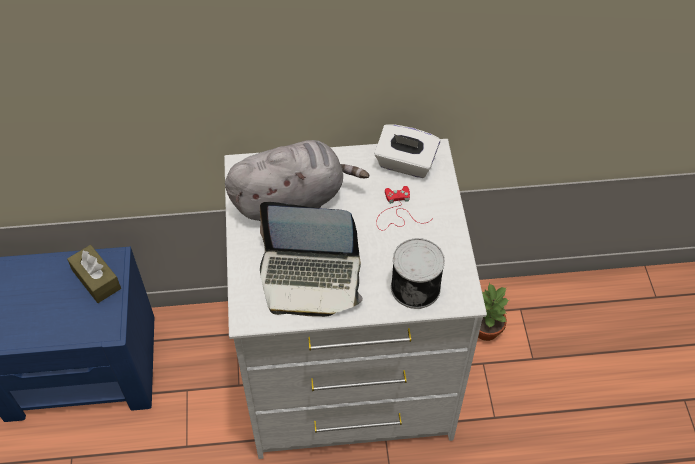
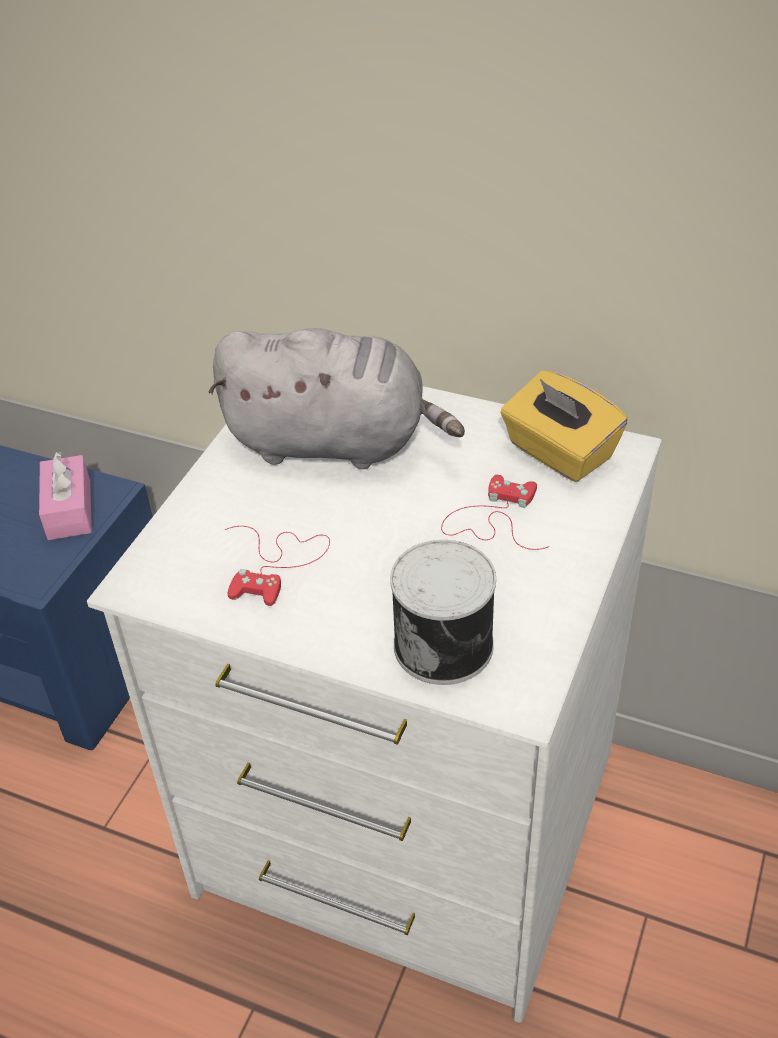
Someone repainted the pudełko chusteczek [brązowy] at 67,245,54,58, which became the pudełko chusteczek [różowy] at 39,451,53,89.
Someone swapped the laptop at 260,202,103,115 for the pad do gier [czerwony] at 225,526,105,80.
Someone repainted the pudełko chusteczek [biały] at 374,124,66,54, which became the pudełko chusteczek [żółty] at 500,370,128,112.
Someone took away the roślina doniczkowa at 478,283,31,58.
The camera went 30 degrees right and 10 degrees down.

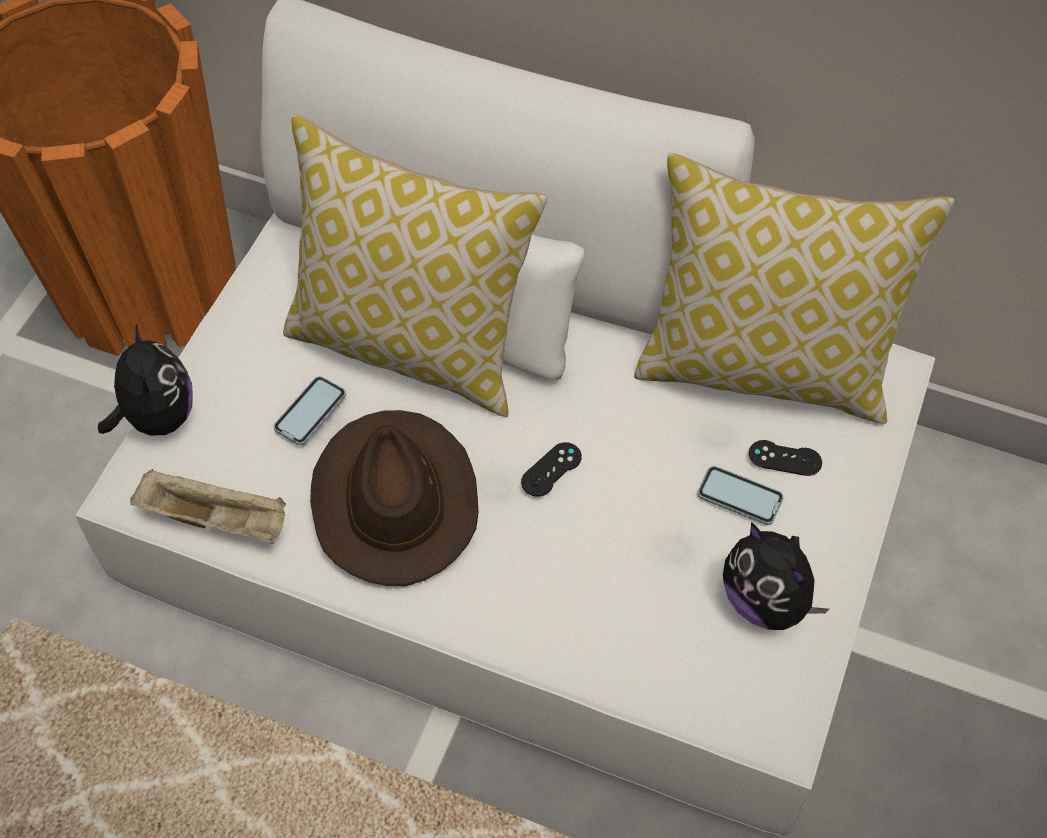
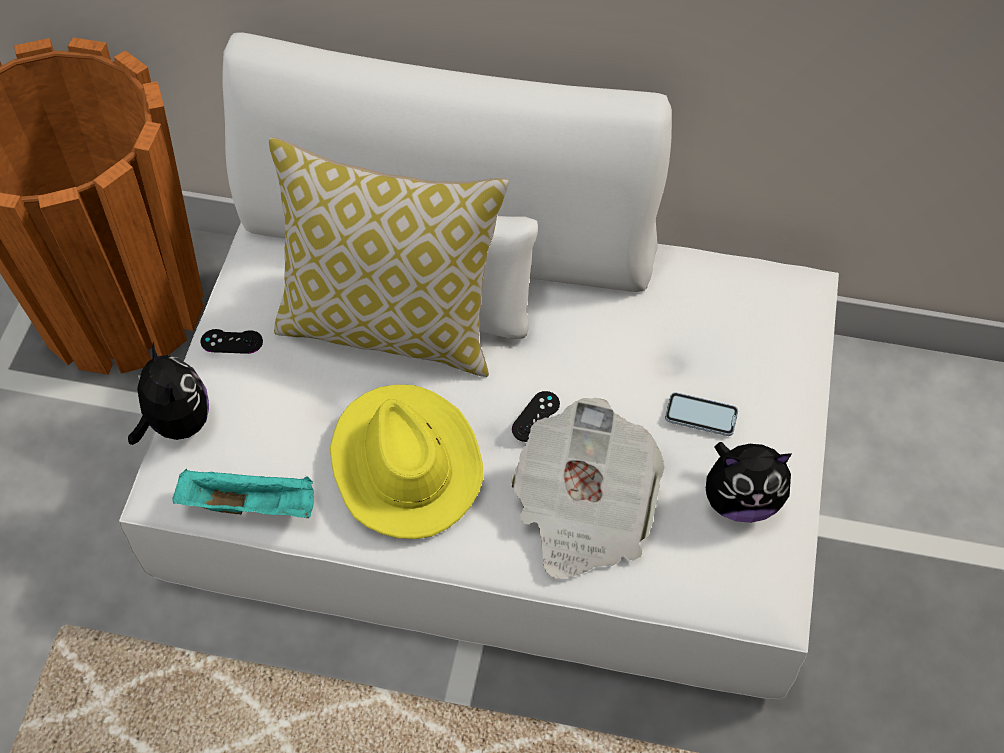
Someone repainted the taca [beżowy] at 130,469,156,75, which became the taca [turkusowy] at 172,469,142,49.
Someone carried the pad do gier [czarny] from 749,440,73,36 to 201,329,62,25.
Someone repainted the kapelusz [brązowy] at 310,410,169,176, which became the kapelusz [żółty] at 330,385,154,154.
Someone put down the gazeta at 511,398,154,181.
Someone rotated the pluszak at 723,522,106,108 by 45 degrees counterclockwise.
Someone took away the telefon at 273,376,73,69.
Someone took away the poduszka at 634,153,321,271.
The camera went 10 degrees left and 0 degrees up.

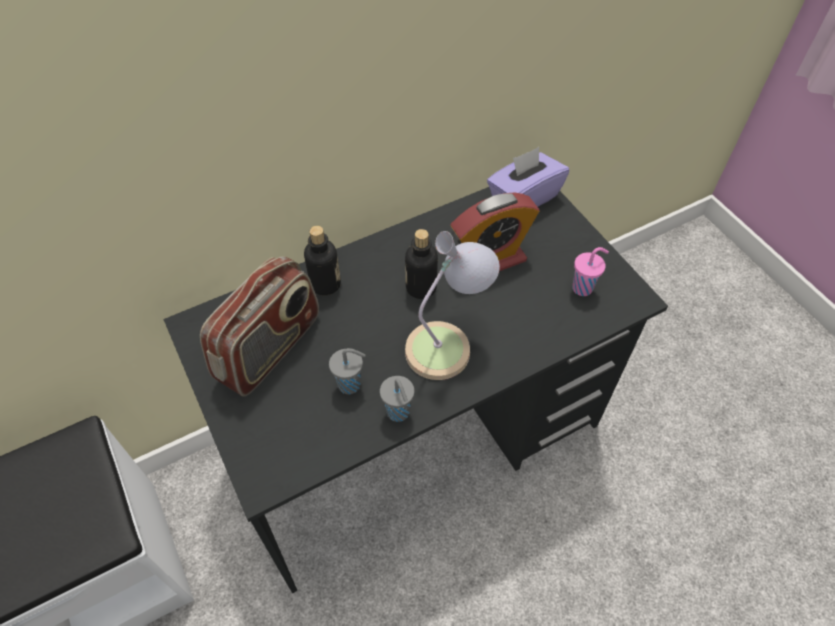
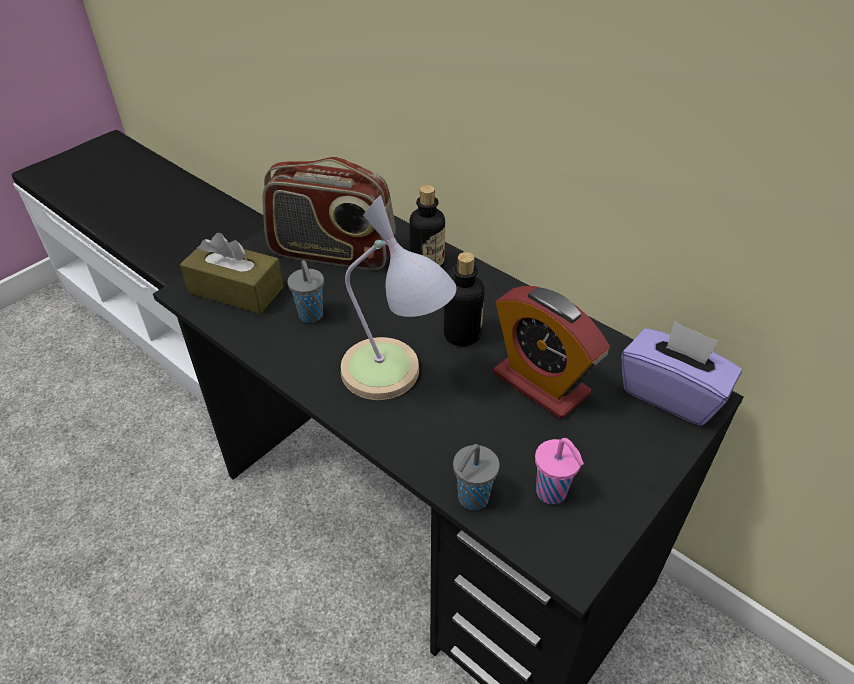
Someone put down the pudełko chusteczek [brązowy] at 180,233,104,81.
Someone carried the filiżanka [szary] from 380,376,34,46 to 453,444,47,66.
The camera went 70 degrees right and 10 degrees down.

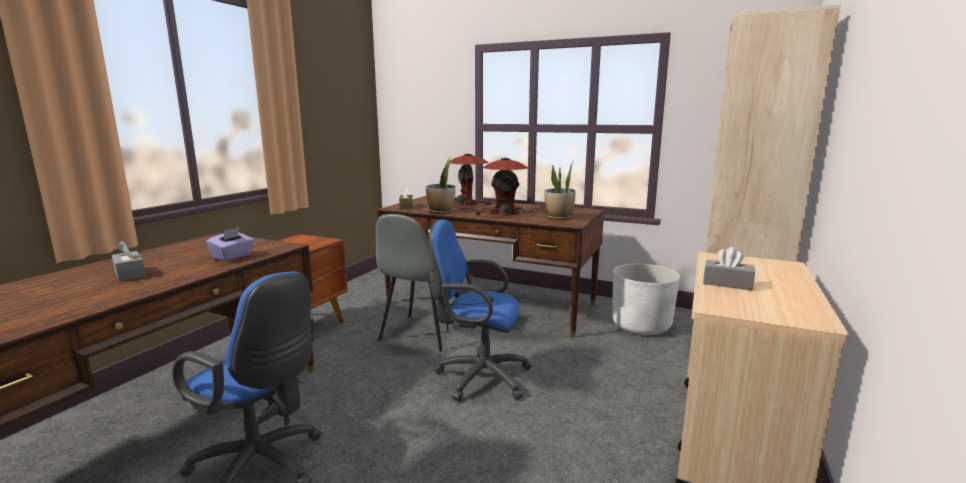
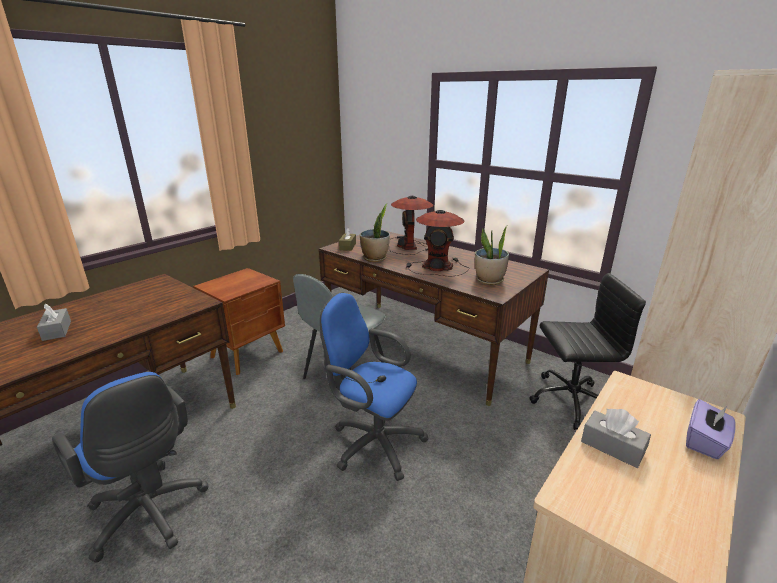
Someone swapped the donica [biały] at 612,264,68,71 for the krzesło biurowe [czarny] at 529,273,117,157.
Someone carried the pudełko chusteczek [fioletowy] from 206,227,49,34 to 686,399,50,60.
The camera went 15 degrees right and 10 degrees up.

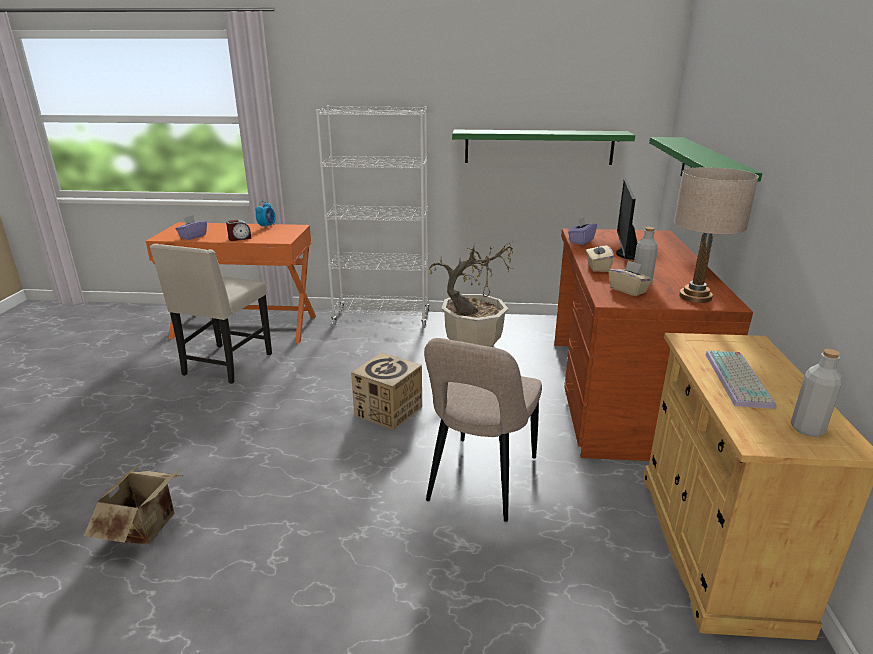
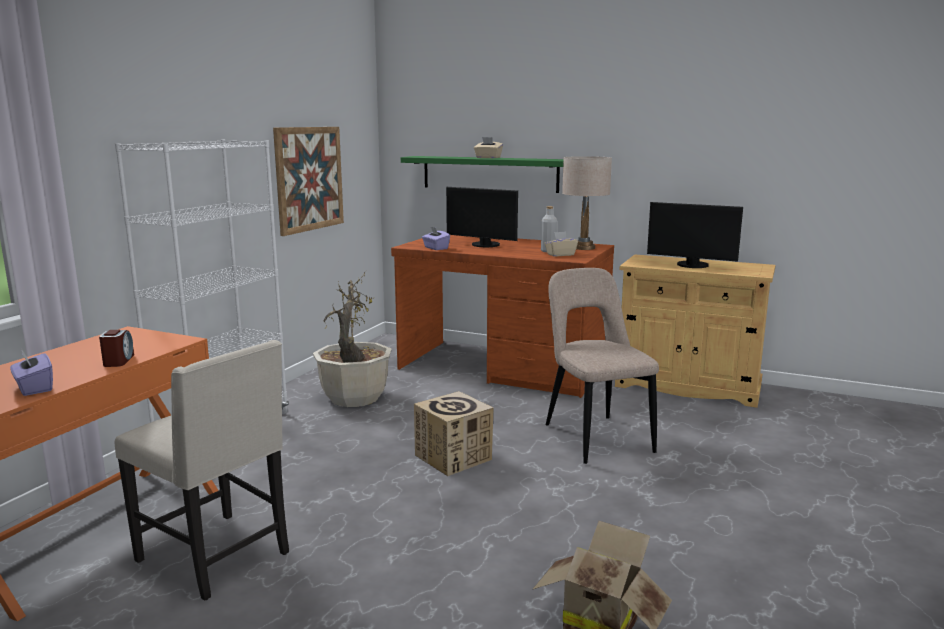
Someone swapped the półka [zielony] at 452,130,183,35 for the obraz at 273,127,71,109.
Someone carried the pudełko chusteczek [beżowy] from 586,240,28,32 to 474,137,29,21.
Someone rotated the krzesło [beżowy] at 424,338,118,184 by 150 degrees counterclockwise.
Someone swapped the klawiatura at 705,350,71,59 for the monitor at 647,202,96,66.
Someone took away the budzik at 255,201,21,28.
Someone took away the butelka [szary] at 791,349,52,88.
The camera went 70 degrees left and 10 degrees down.

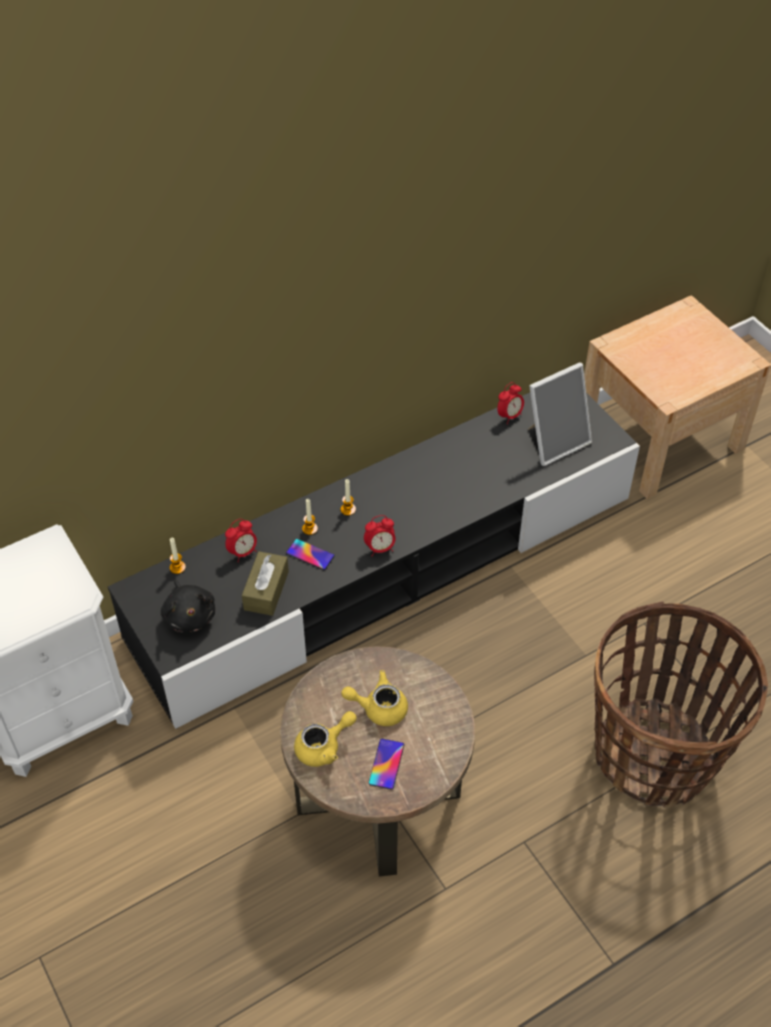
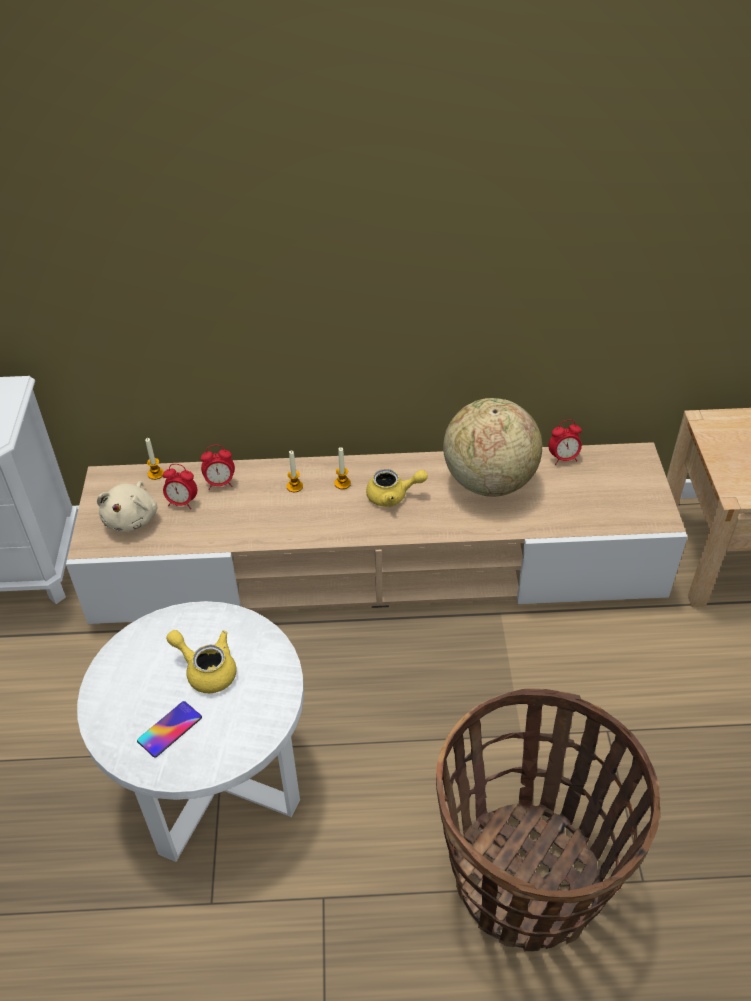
Someone repainted the szafka pod telewizor [czarny] at 108,393,532,336, which became the szafka pod telewizor [beżowy] at 66,442,622,182.
Someone repainted the stolik [brązowy] at 280,646,195,231, which became the stolik [biały] at 77,601,227,261.
Someone repainted the pluszak [czarny] at 161,580,54,53, which became the pluszak [beżowy] at 97,481,60,51.
Someone carried the budzik from 364,515,31,41 to 163,464,34,45.
Someone carried the imbryk [żółty] from 294,711,63,56 to 366,469,62,38.
Someone put down the globus at 443,398,99,99.
Someone took away the pudełko chusteczek [brązowy] at 242,551,47,65.
Someone took away the telefon at 286,539,49,31.
Someone took away the ramka na zdjęcie at 528,362,64,104.
The camera went 30 degrees right and 5 degrees down.

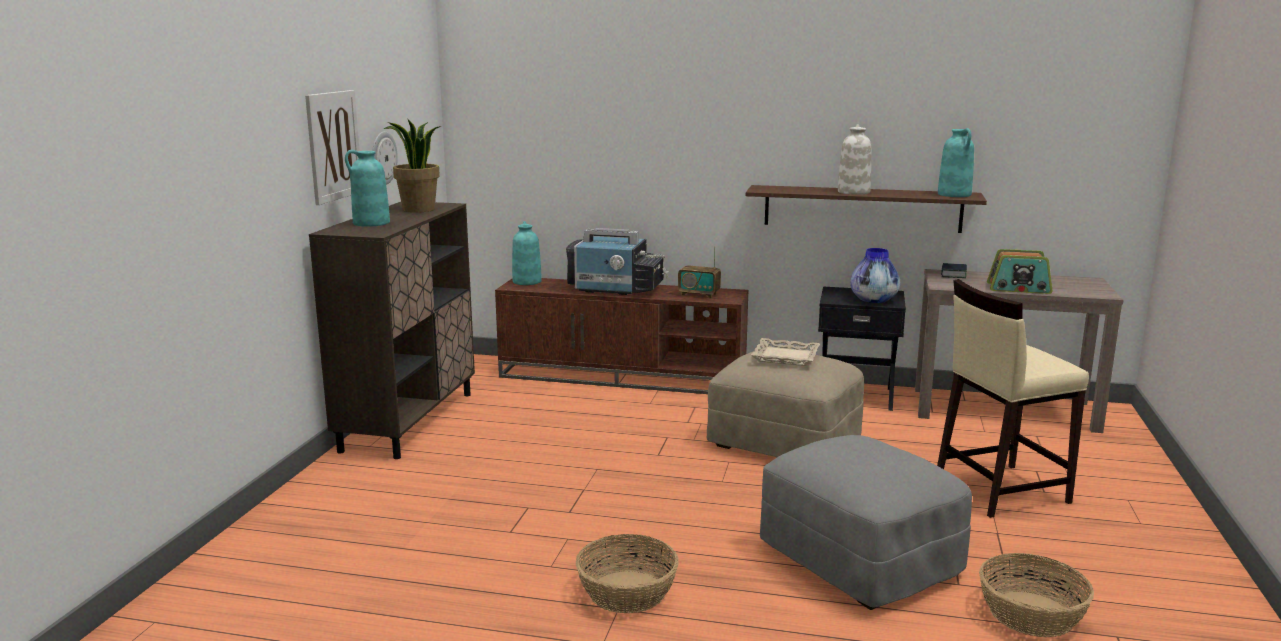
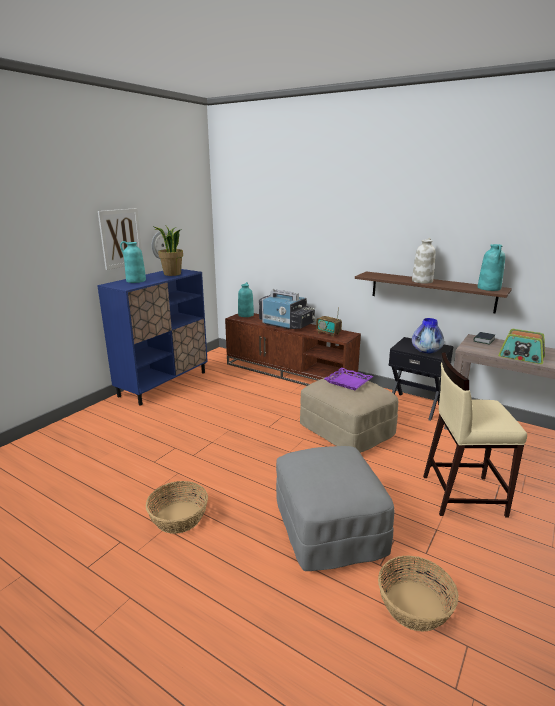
Someone repainted the szafka [brązowy] at 309,202,166,257, which became the szafka [niebieski] at 97,269,111,136.
Someone repainted the taca [beżowy] at 751,338,69,28, which became the taca [fioletowy] at 324,368,49,22.
The camera went 20 degrees right and 5 degrees up.

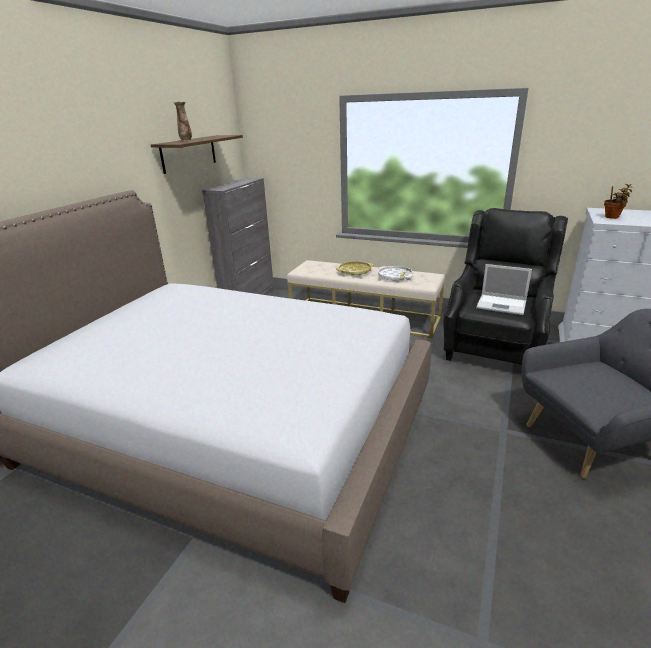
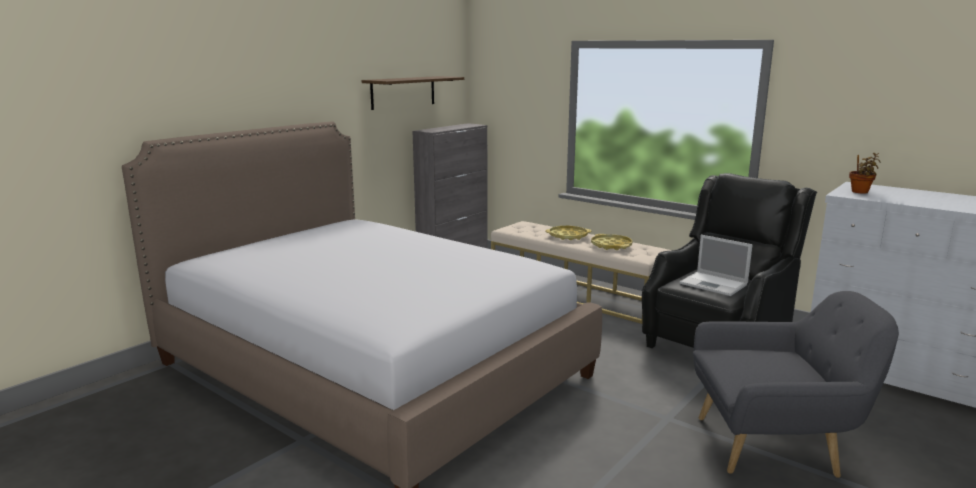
Someone repainted the taca [biały] at 378,266,35,15, which became the taca [żółty] at 591,234,42,16.
Someone took away the wazon at 173,101,19,42.
The camera went 15 degrees right and 10 degrees down.

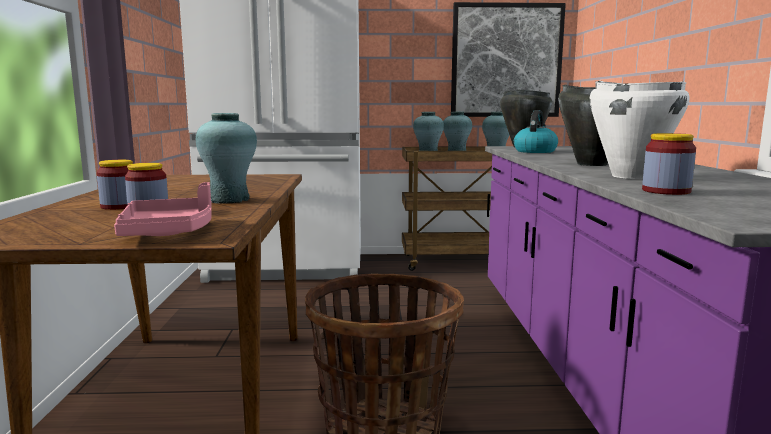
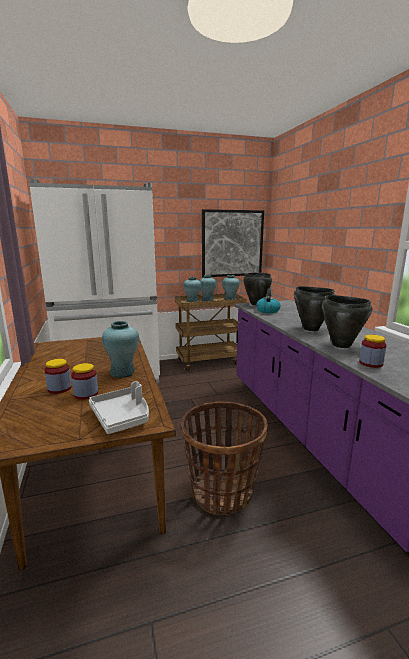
Someone repainted the taca [różowy] at 114,182,98,54, which became the taca [szary] at 89,381,60,53.
Someone repainted the garnek [biały] at 589,81,101,98, which became the garnek [czarny] at 322,295,50,53.
The camera went 15 degrees left and 5 degrees up.

